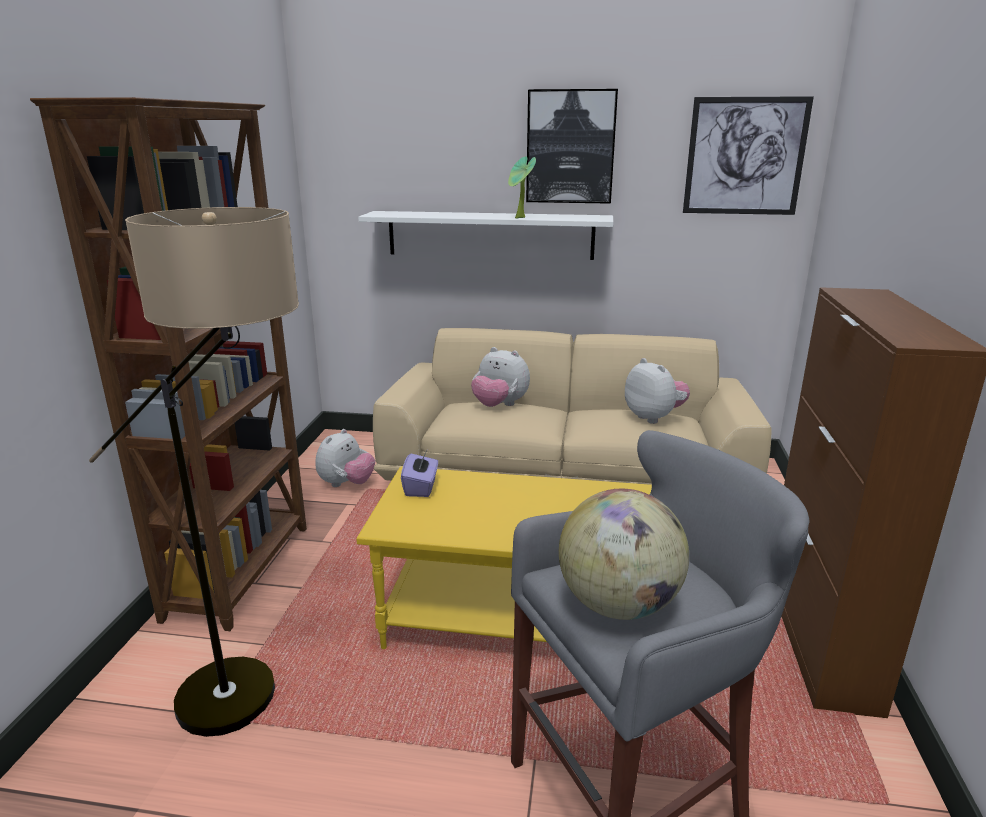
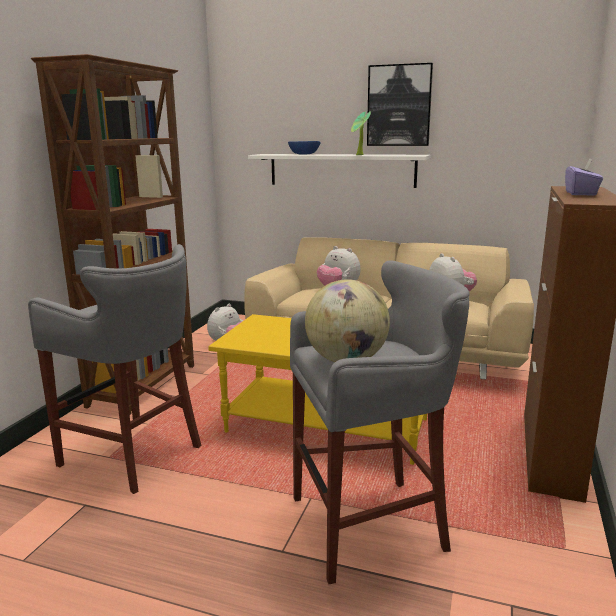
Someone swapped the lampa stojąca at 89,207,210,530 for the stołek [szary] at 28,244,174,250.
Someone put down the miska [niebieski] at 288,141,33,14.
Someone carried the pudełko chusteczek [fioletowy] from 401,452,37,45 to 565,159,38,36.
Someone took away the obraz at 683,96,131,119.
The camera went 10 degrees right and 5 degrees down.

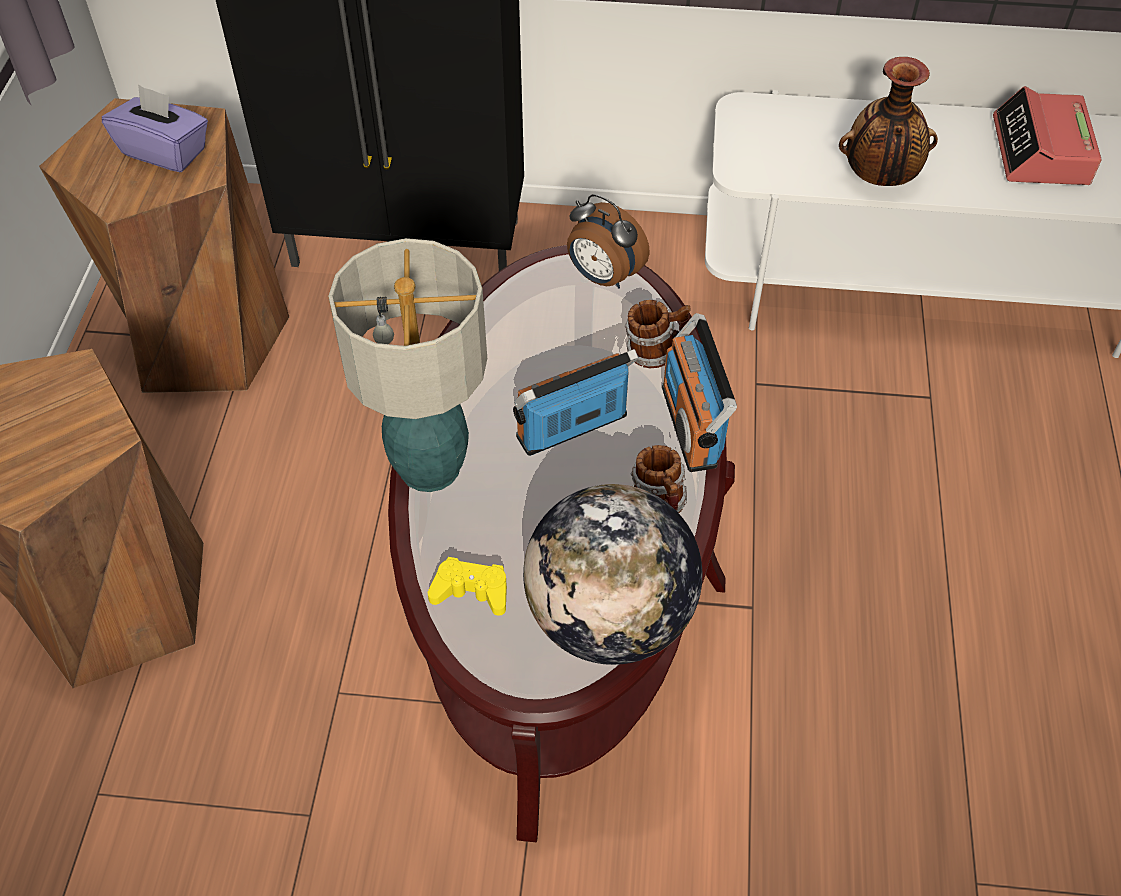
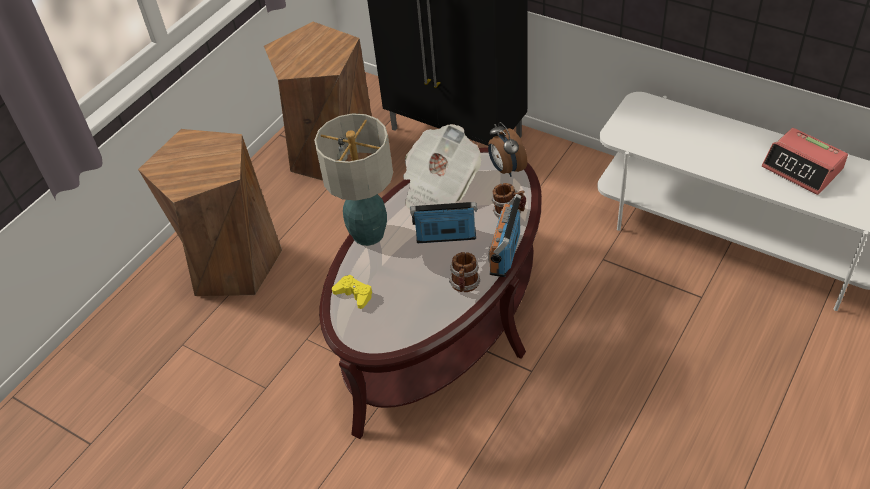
Someone put down the gazeta at 403,124,78,85.
Someone rotated the budzik at 993,86,109,99 by 75 degrees counterclockwise.
Someone took away the pudełko chusteczek [fioletowy] at 102,84,106,88.
Someone took away the globus at 523,484,179,181.
Someone took away the wazon at 839,57,99,129.
The camera went 30 degrees right and 5 degrees down.

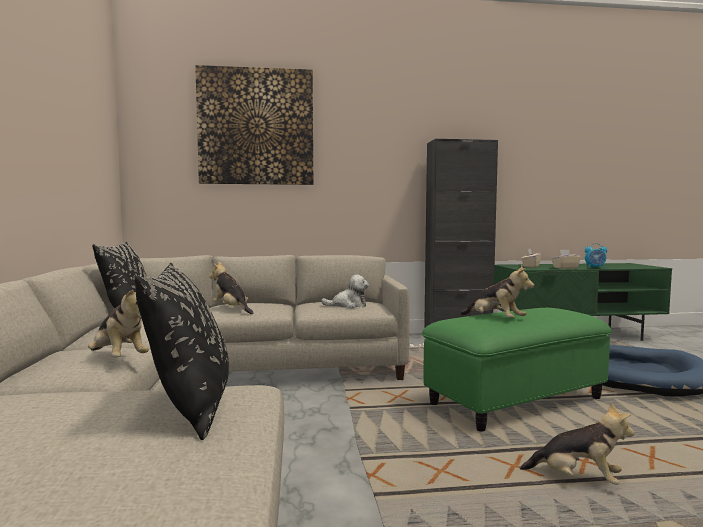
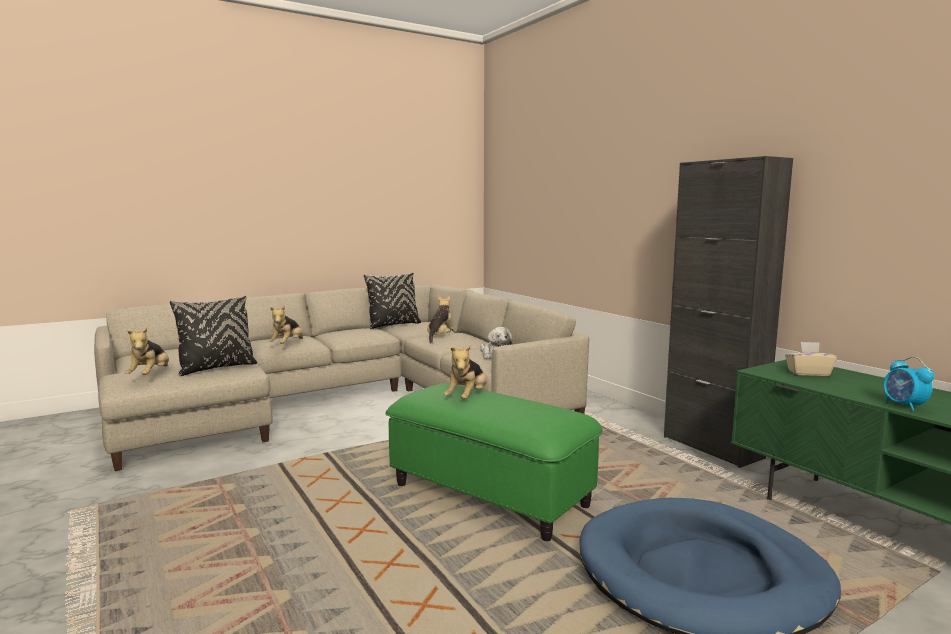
Someone carried the pluszak from 520,402,115,83 to 125,327,44,48.
Someone took away the obraz at 195,65,118,120.
Someone took away the pudełko chusteczek [beżowy] at 551,250,30,19.
The camera went 65 degrees right and 5 degrees up.

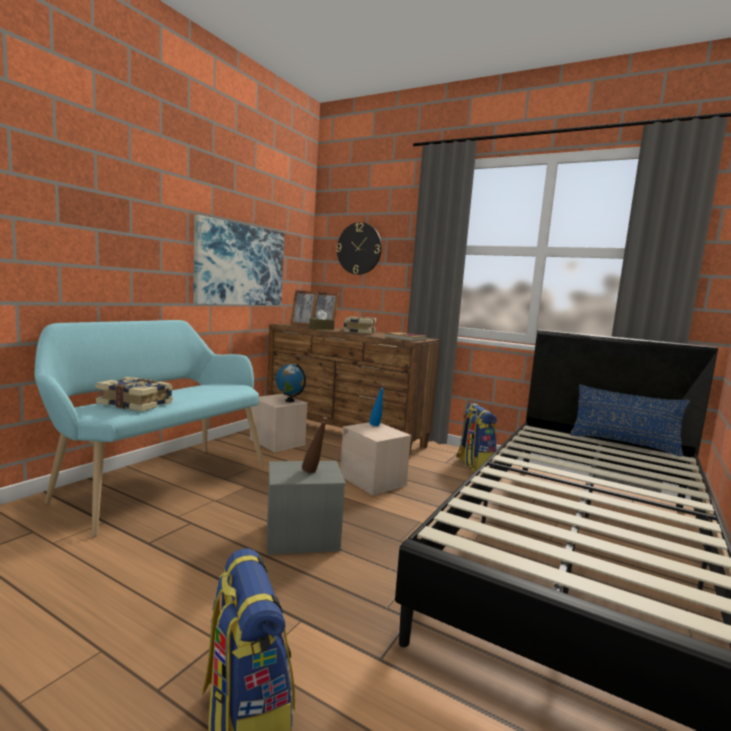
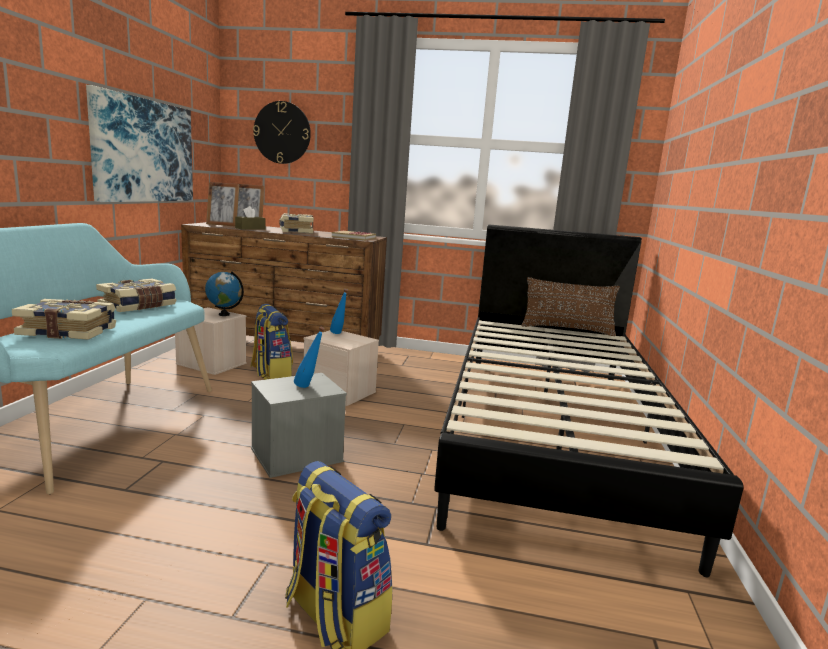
Someone put down the książka at 96,279,81,33.
Someone carried the plecak from 456,403,41,69 to 250,304,43,76.
Someone repainted the butelka [brązowy] at 302,417,26,56, which became the butelka [niebieski] at 294,327,31,61.
Someone repainted the poduszka [niebieski] at 570,384,120,73, which became the poduszka [brązowy] at 521,277,99,59.
The camera went 20 degrees left and 5 degrees up.

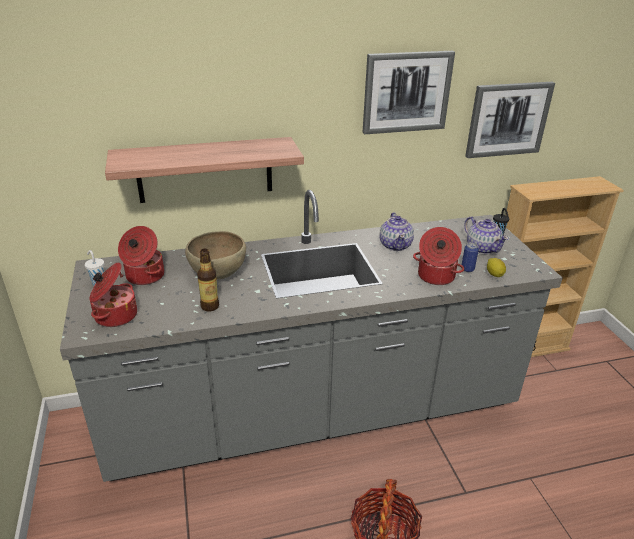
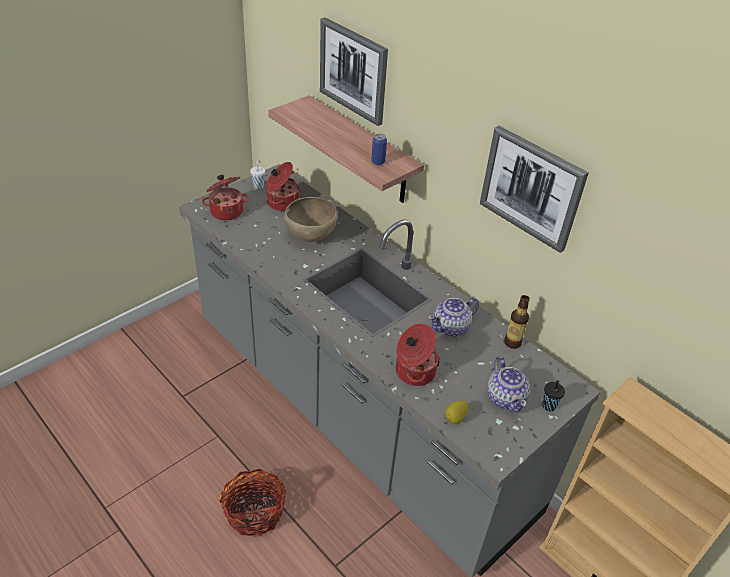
Someone carried the obraz from 465,82,90,76 to 320,17,68,109.
Someone carried the puszka from 462,242,17,30 to 371,133,16,32.
Someone rotated the imbryk at 464,216,45,38 by 45 degrees counterclockwise.
Someone carried the butelka from 197,249,22,63 to 504,295,26,54.
The camera went 60 degrees right and 10 degrees up.

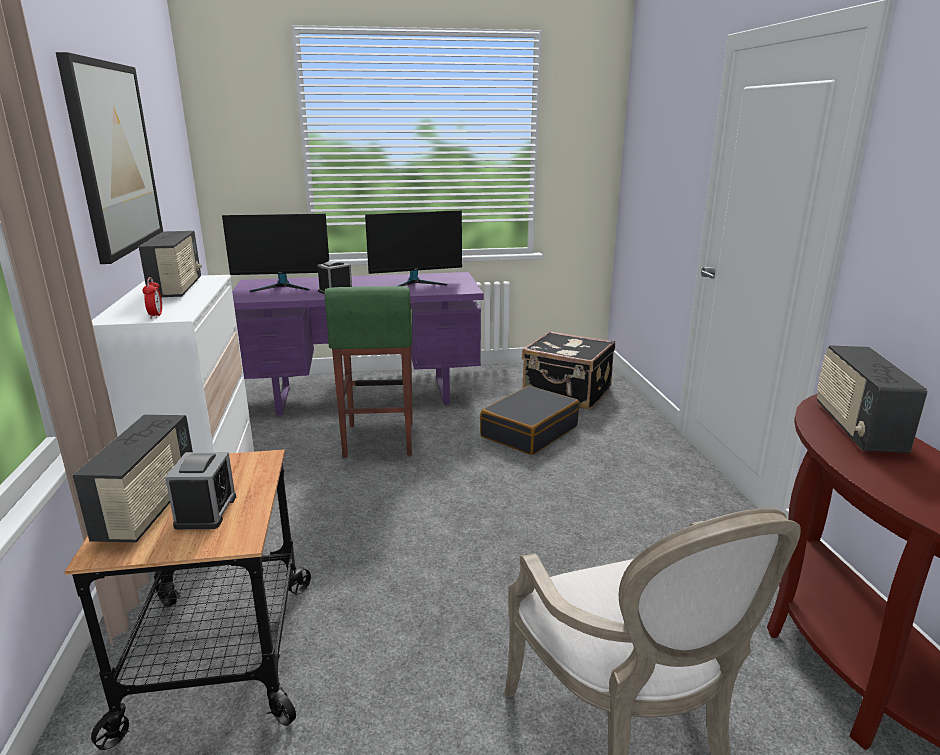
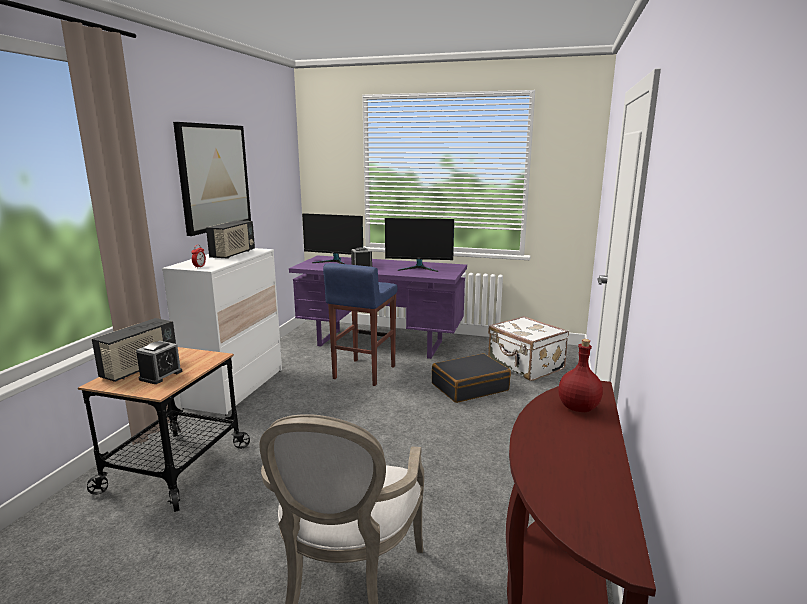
Someone repainted the stołek [zielony] at 324,286,89,172, which became the stołek [niebieski] at 323,263,74,123.
Someone repainted the walizka [czarny] at 522,331,93,79, which became the walizka [biały] at 488,316,81,65.
Someone swapped the radio at 817,345,111,108 for the butelka [czerwony] at 558,339,45,73.
The camera went 25 degrees right and 5 degrees down.

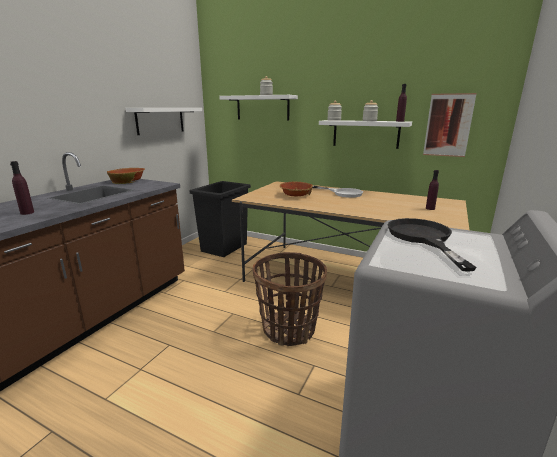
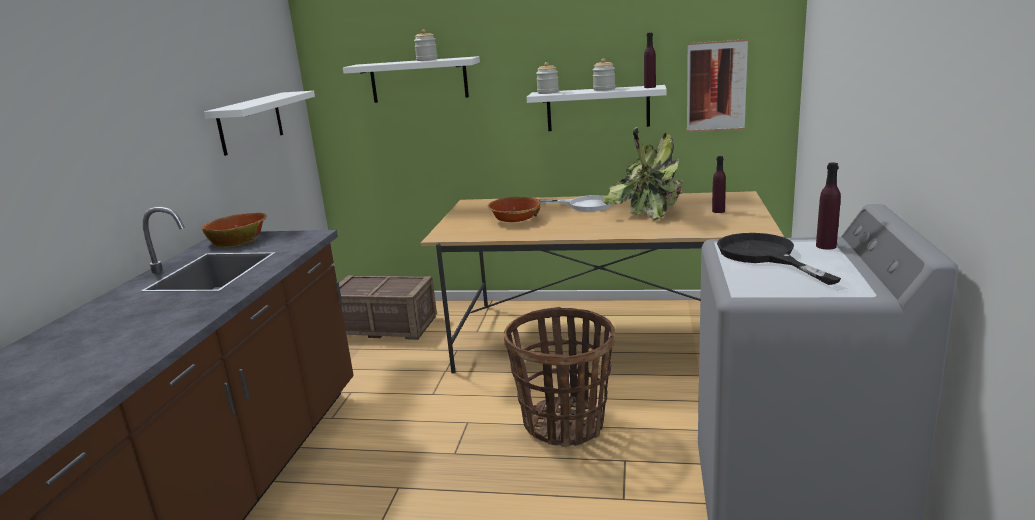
Someone swapped the kosz na śmieci [czarny] at 189,181,62,76 for the skrzynka at 339,275,98,65.
Someone put down the roślina doniczkowa at 602,127,81,93.
Someone carried the butelka [fioletowy] from 10,161,24,54 to 816,163,25,87.
The camera went 15 degrees left and 0 degrees up.

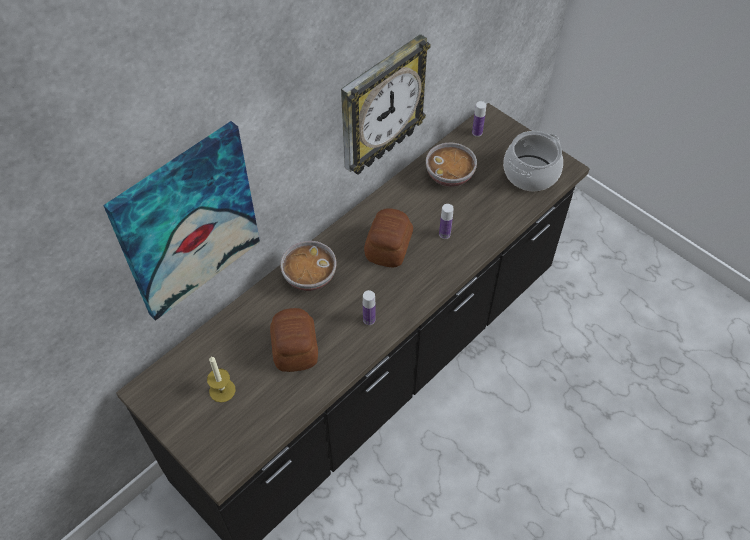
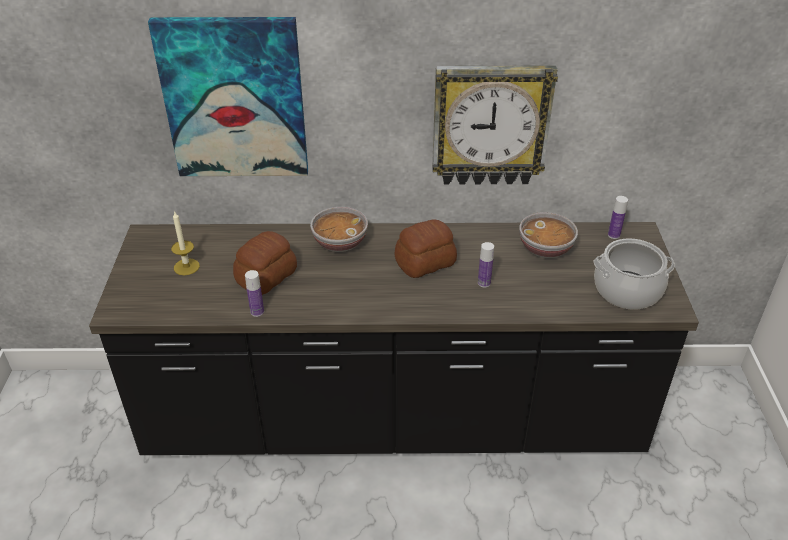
Someone carried the butelka from 363,290,12,35 to 245,270,19,47.
The camera went 45 degrees right and 15 degrees down.

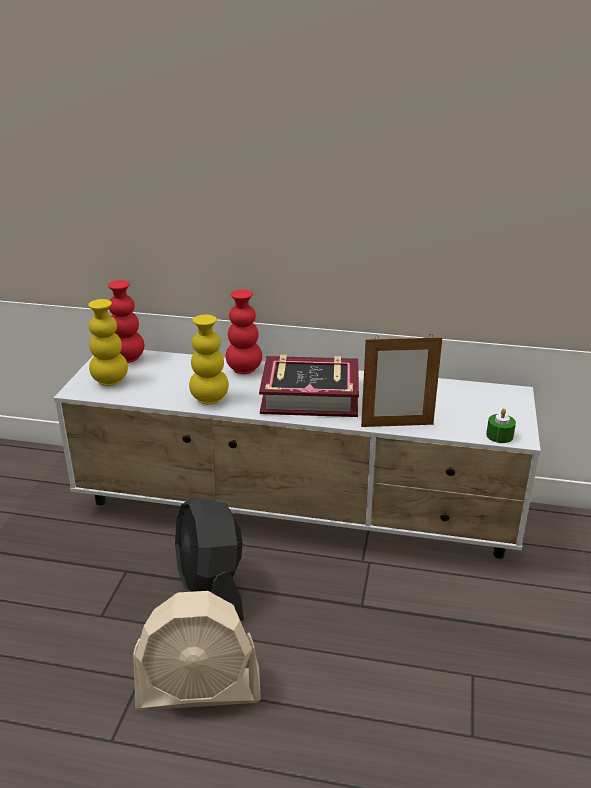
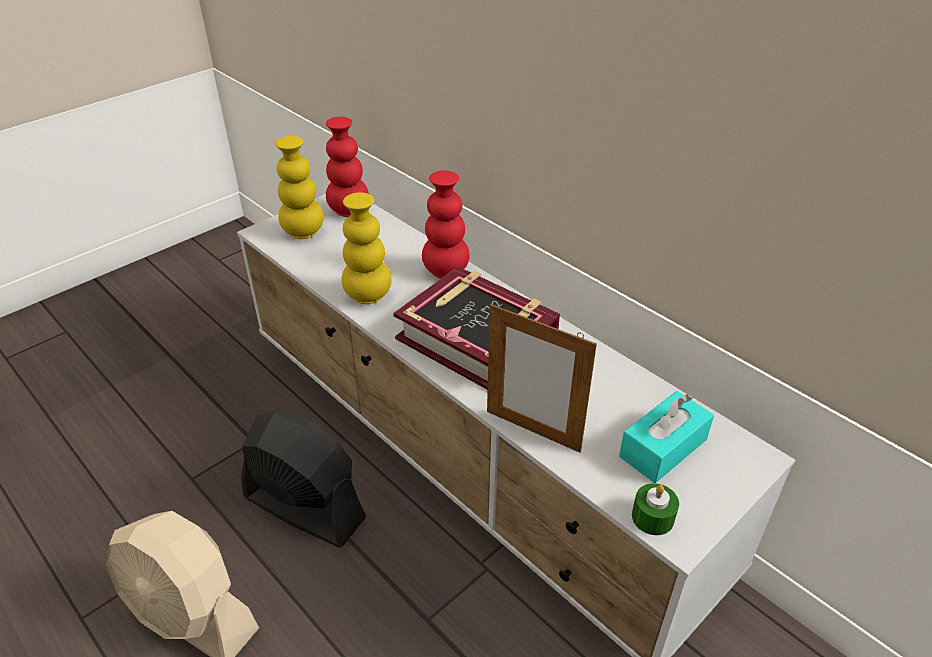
Someone rotated the wentylator [czarny] at 175,498,69,123 by 105 degrees clockwise.
Someone put down the pudełko chusteczek [turkusowy] at 619,391,95,92.
The camera went 35 degrees right and 10 degrees up.

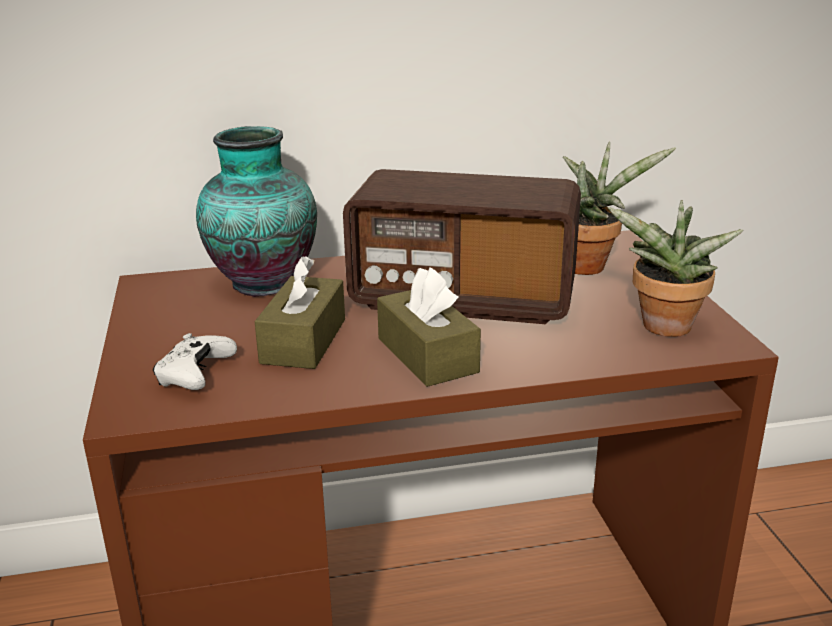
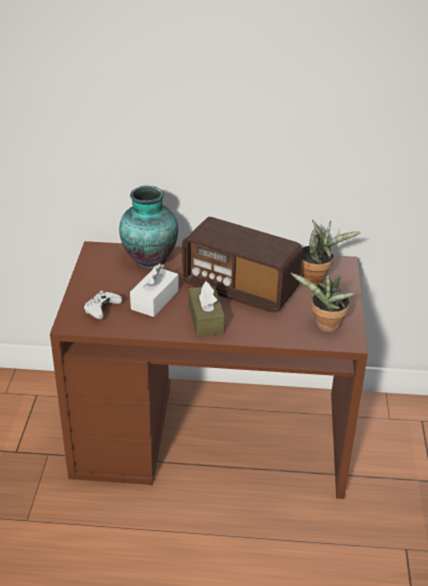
Someone repainted the pudełko chusteczek [brązowy] at 254,256,91,113, which became the pudełko chusteczek [biały] at 130,263,49,54.
The camera went 15 degrees right and 10 degrees up.

